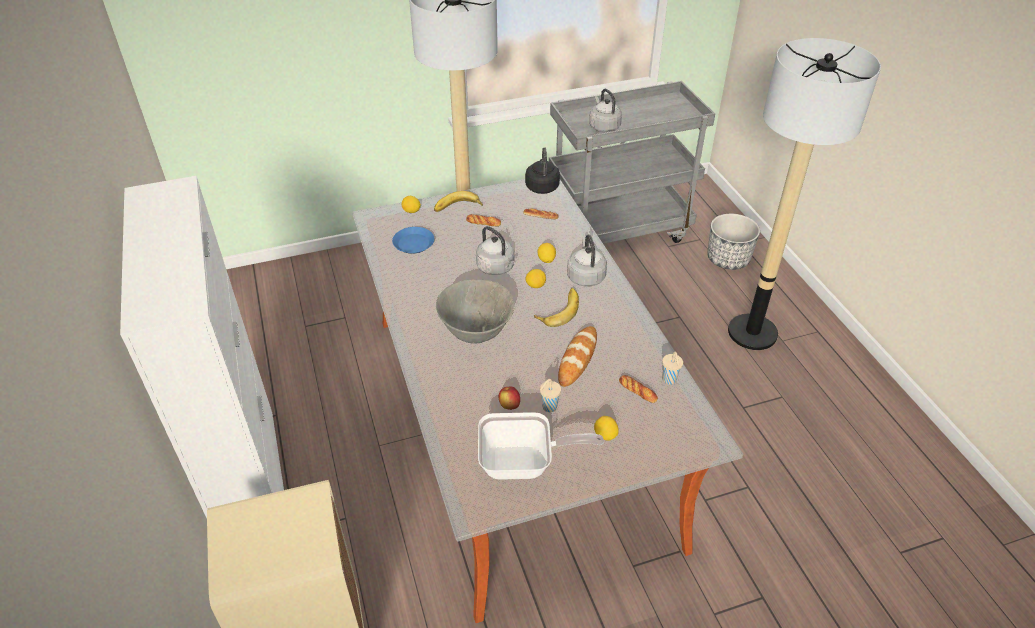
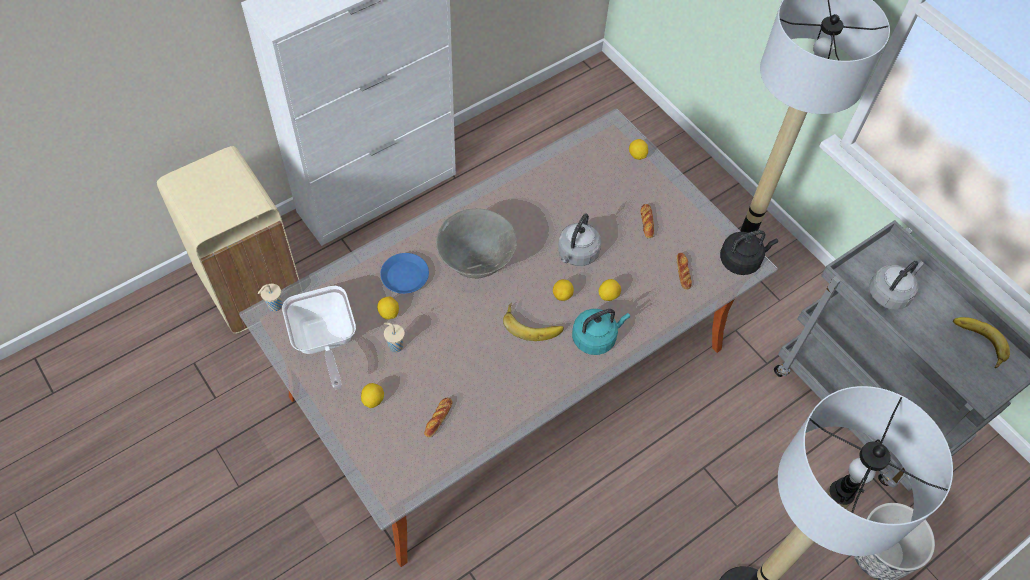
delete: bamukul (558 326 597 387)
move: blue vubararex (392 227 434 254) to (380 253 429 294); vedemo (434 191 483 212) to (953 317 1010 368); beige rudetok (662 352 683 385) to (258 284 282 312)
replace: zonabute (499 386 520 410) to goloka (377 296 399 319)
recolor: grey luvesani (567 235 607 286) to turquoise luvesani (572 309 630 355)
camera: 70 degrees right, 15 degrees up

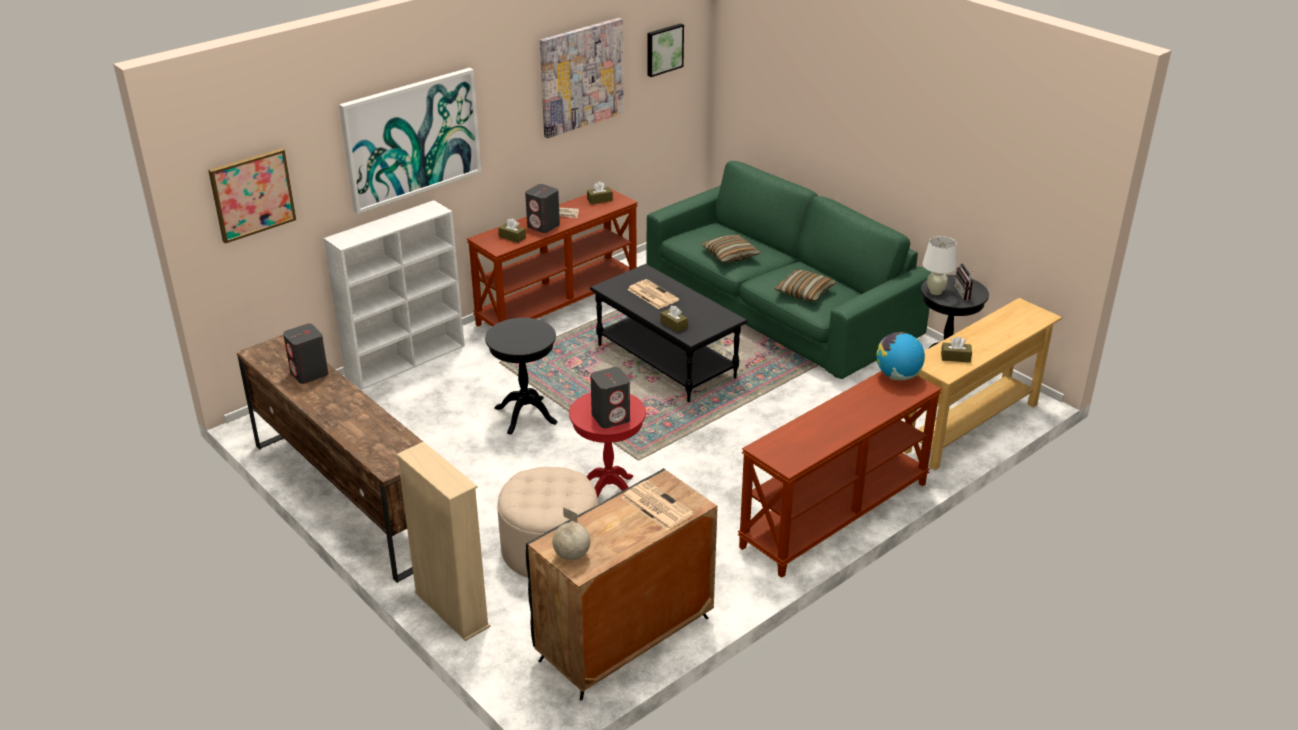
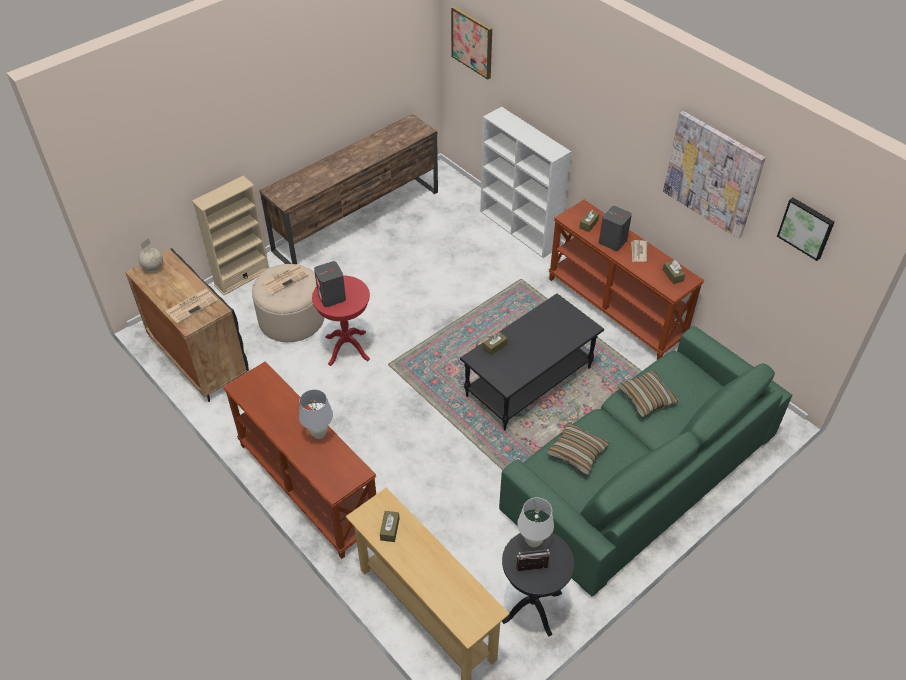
delete: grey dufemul (283 323 328 384); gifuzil (339 68 481 214); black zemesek (485 318 557 435); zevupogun (877 332 925 380)
insert: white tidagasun (299 389 333 439)
move: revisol (627 279 679 309) to (262 264 309 294)
camera: 90 degrees right, 15 degrees up

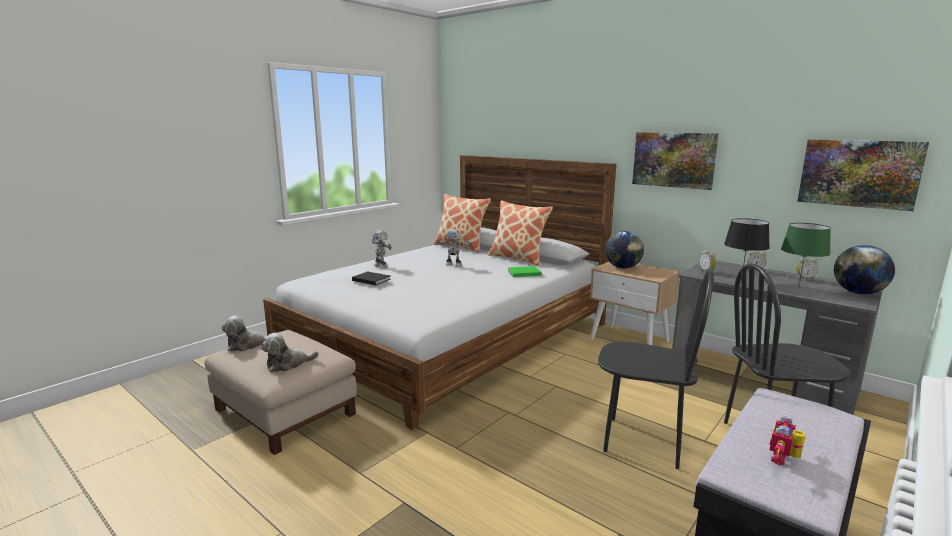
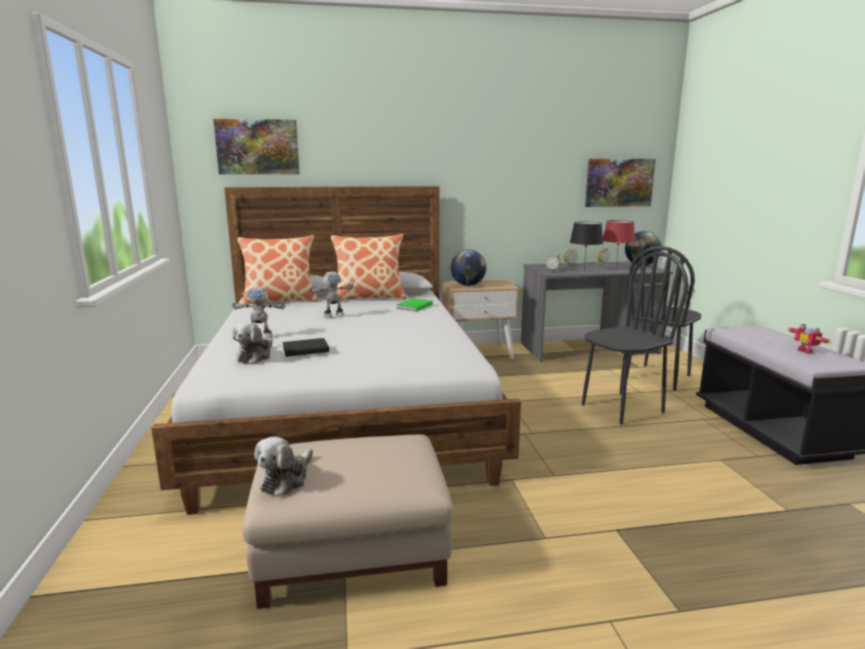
move: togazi (261 333 319 372) to (232 322 273 364); gifuzil (632 132 719 190) to (213 119 300 174)
recolor: green tidagasun (781 223 831 288) to red tidagasun (603 220 635 266)
camera: 50 degrees left, 0 degrees up

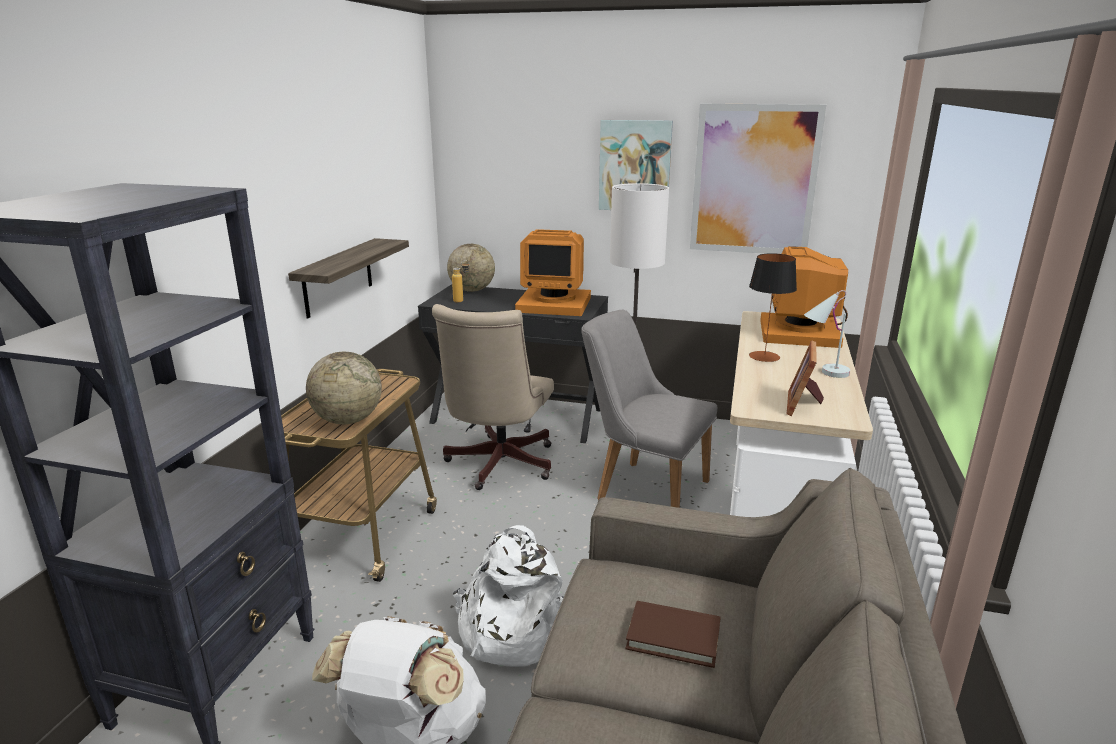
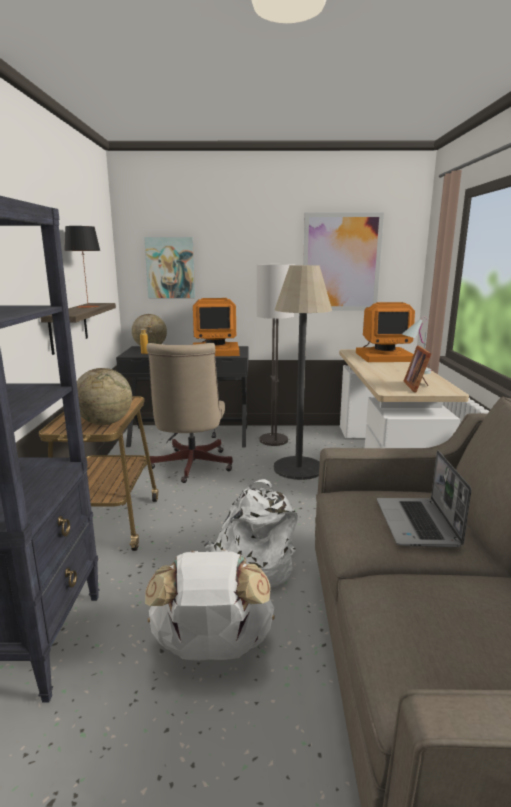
move: gifuzil (599 120 673 210) to (144 237 195 298); tidagasun (749 253 797 362) to (64 226 100 308)
replace: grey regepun (581 310 717 508) to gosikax (274 265 332 480); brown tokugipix (625 601 721 668) to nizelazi (377 450 471 547)
rotate: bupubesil (760 246 848 348) = (356 302 415 362) 90 degrees counterclockwise
camera: 15 degrees left, 5 degrees down

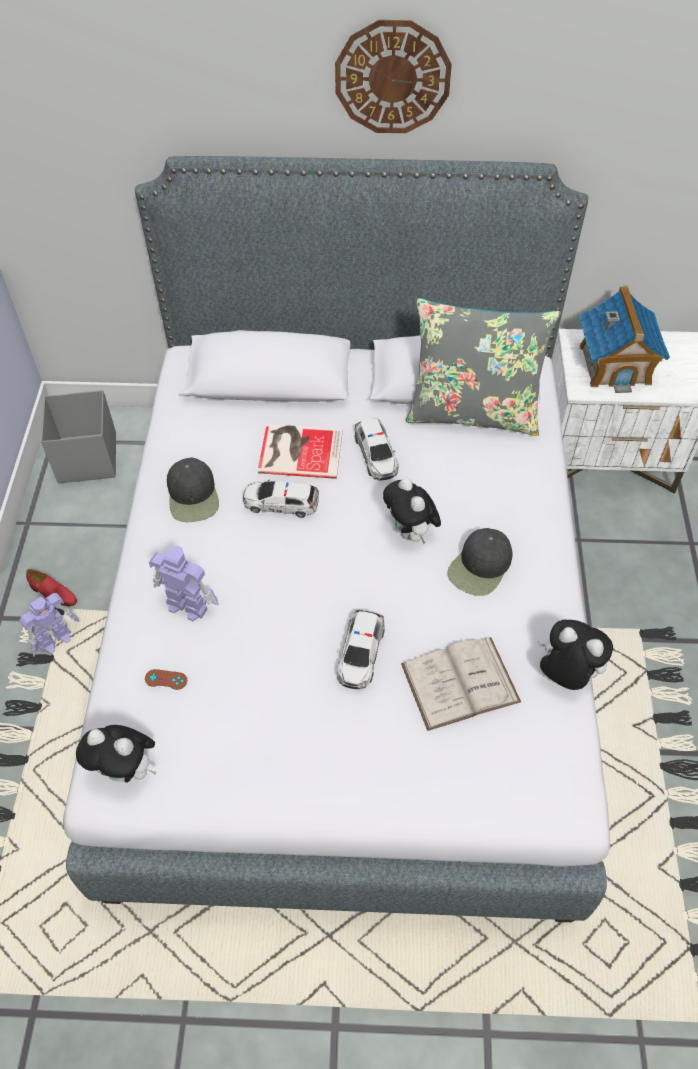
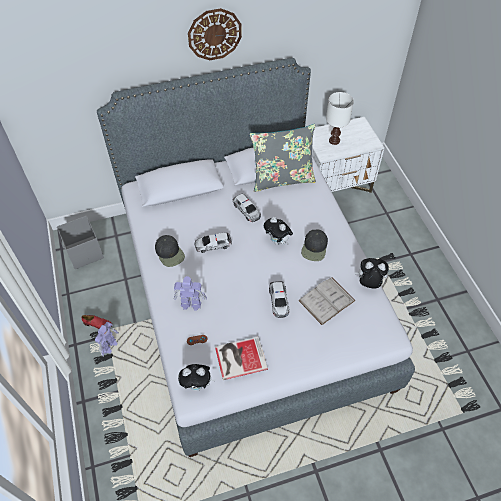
move: tokugipix (258 424 343 479) to (215 336 268 380)
replace: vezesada (579 286 670 393) to white tidagasun (326 92 354 145)
camera: 20 degrees left, 0 degrees up

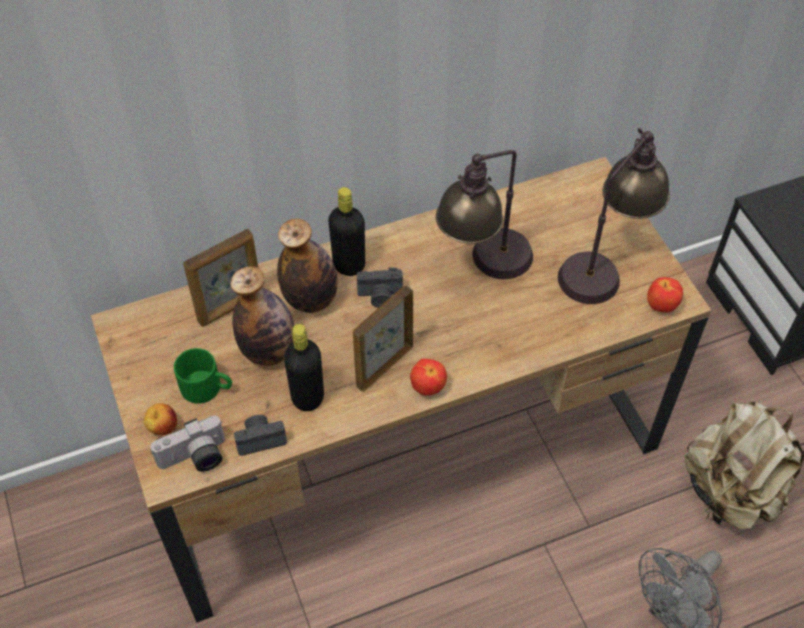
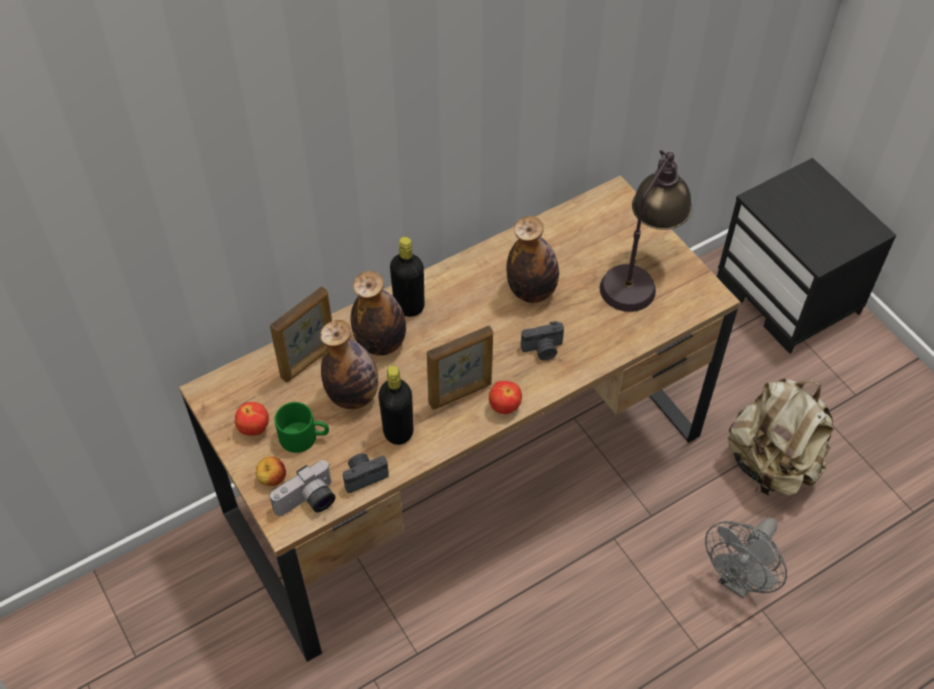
move: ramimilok (357 267 403 308) to (521 321 564 360); zonabute (647 277 683 312) to (235 402 269 436)
replace: tidagasun (436 150 533 279) to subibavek (506 216 559 303)
rotate: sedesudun (353 286 413 392) = (427 325 493 409) 150 degrees counterclockwise
camera: 10 degrees left, 0 degrees up

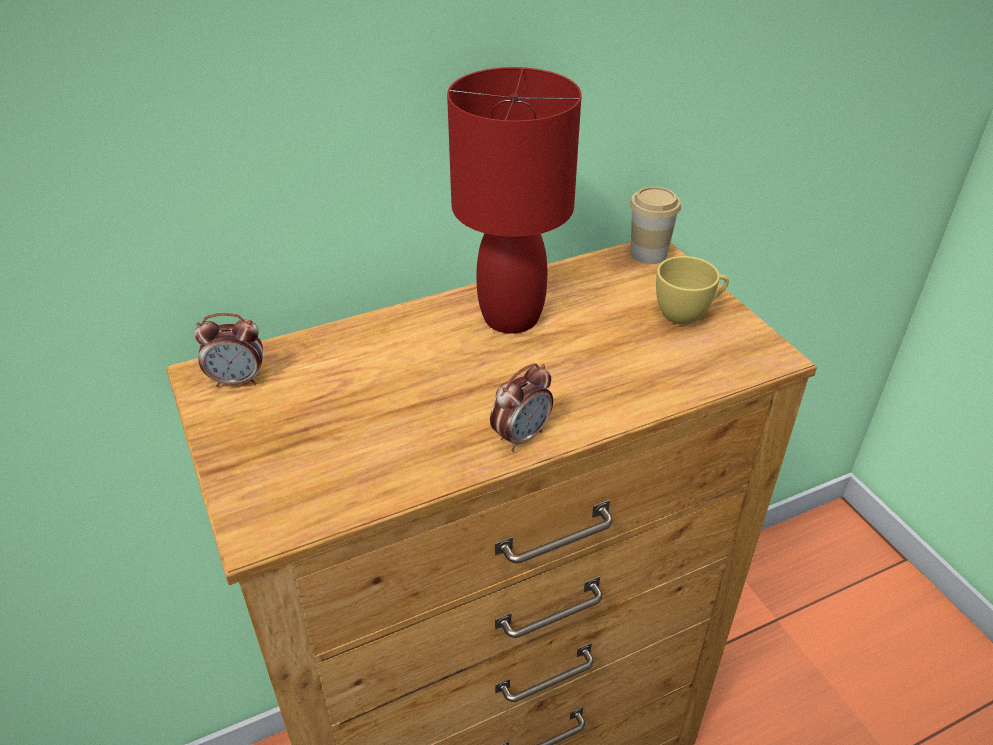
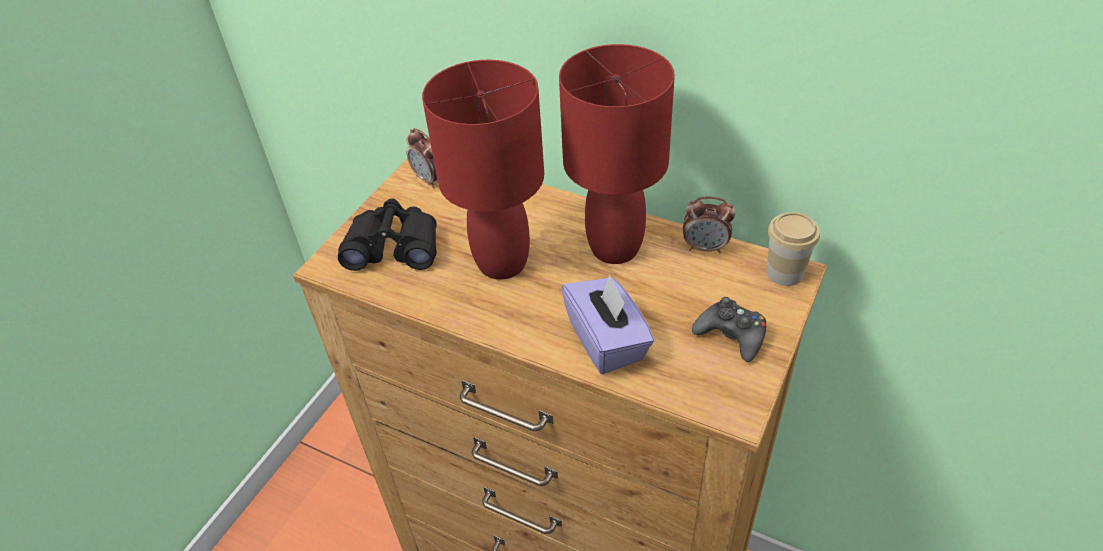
insert: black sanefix (338 198 437 271); red tidagasun (422 60 544 280); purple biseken (562 275 655 374)
move: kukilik (490 363 553 451) to (683 196 736 253)
replace: yellow rudetok (656 256 729 325) to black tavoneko (692 297 766 362)
camera: 55 degrees right, 5 degrees up

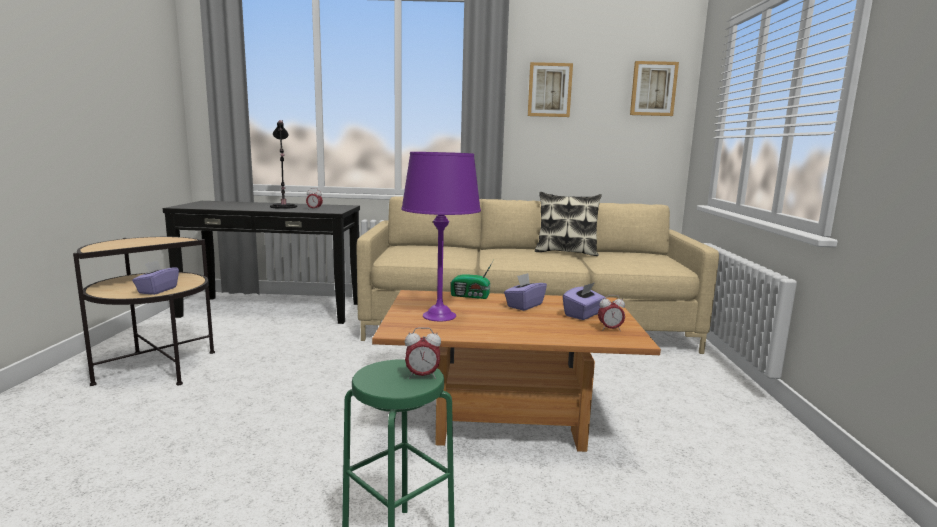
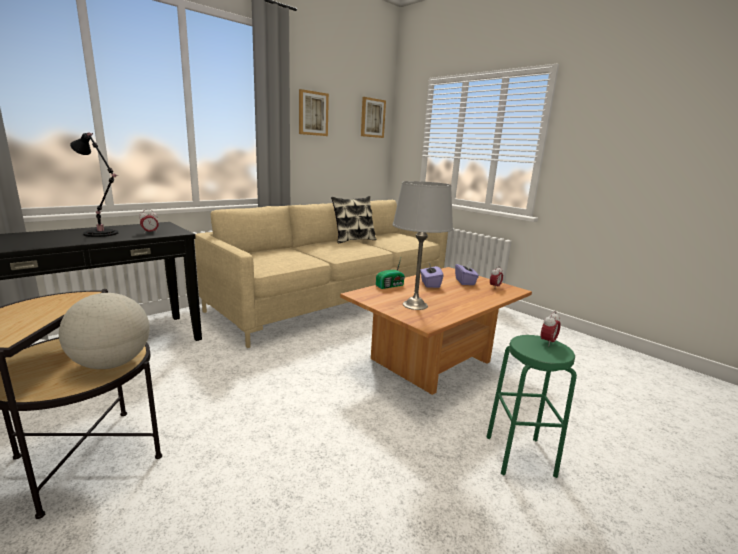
replace: purple biseken (132 260 179 295) to zevupogun (59 293 150 369)
recolor: purple tidagasun (401 152 481 321) to grey tidagasun (393 181 453 310)
camera: 45 degrees left, 5 degrees up

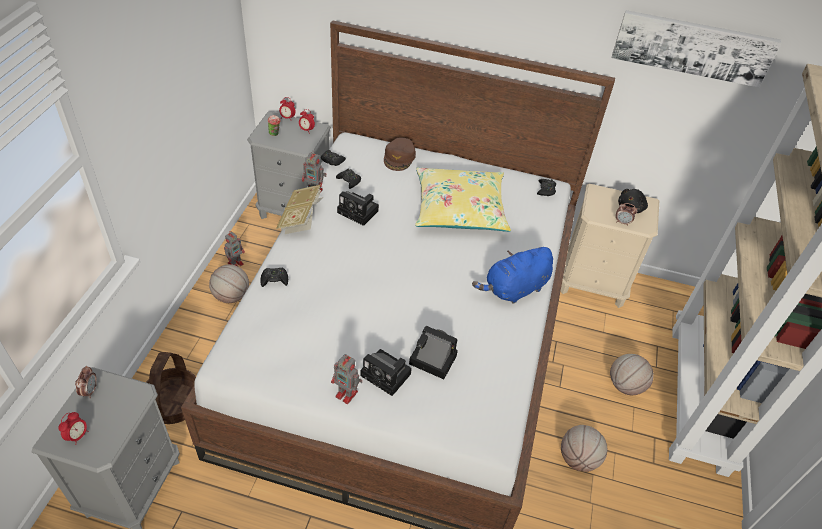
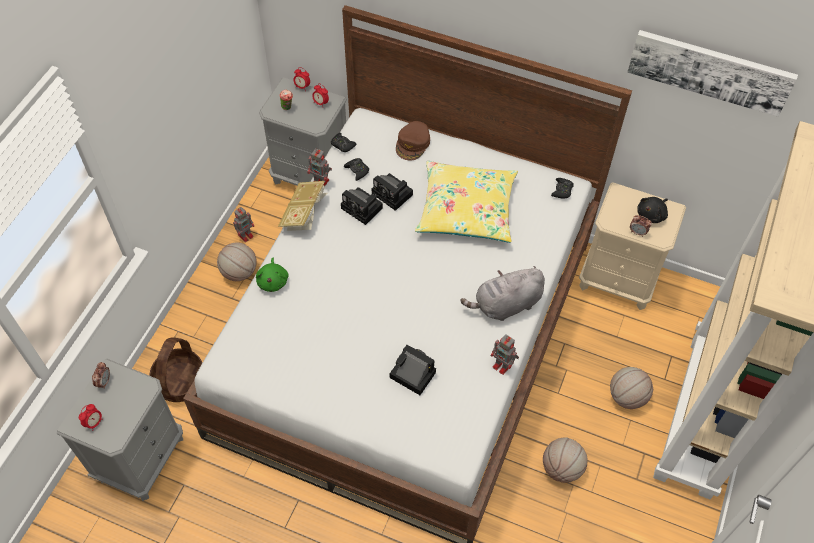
move: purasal (331 354 362 404) to (490 334 519 375); ramimilok (361 349 412 396) to (372 173 413 211)
replace: black tavoneko (260 268 288 287) to green togazi (256 257 288 292)
recolor: blue togazi (472 247 553 303) to grey togazi (460 266 545 321)
camera: 10 degrees right, 10 degrees up

